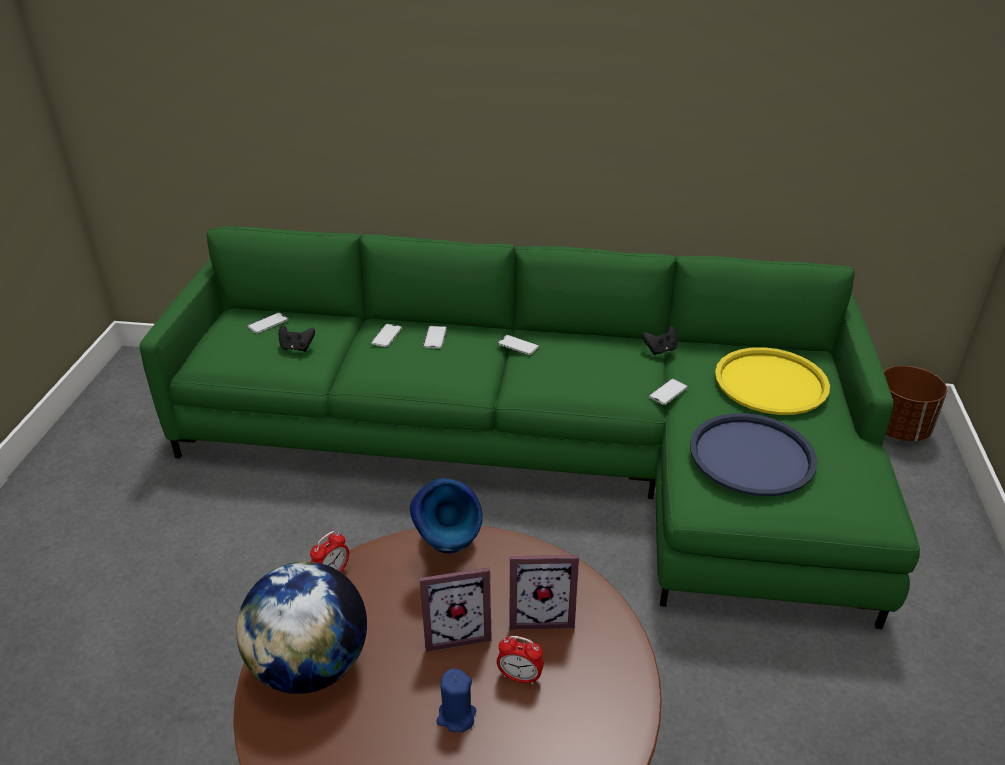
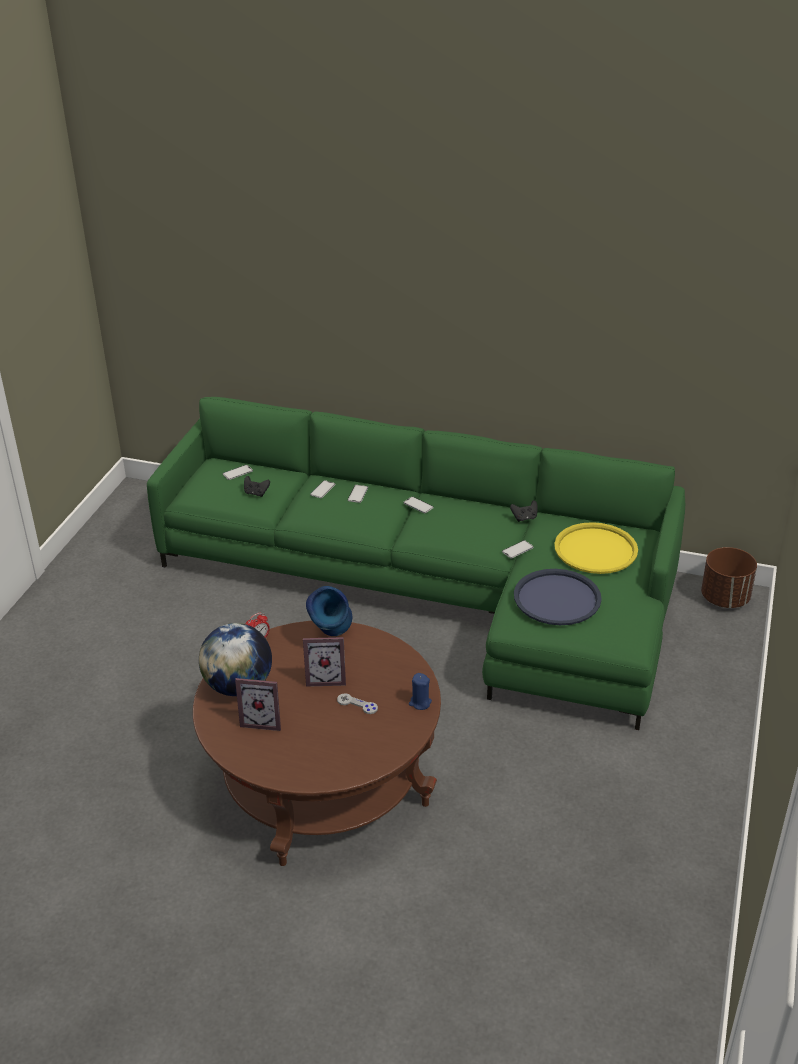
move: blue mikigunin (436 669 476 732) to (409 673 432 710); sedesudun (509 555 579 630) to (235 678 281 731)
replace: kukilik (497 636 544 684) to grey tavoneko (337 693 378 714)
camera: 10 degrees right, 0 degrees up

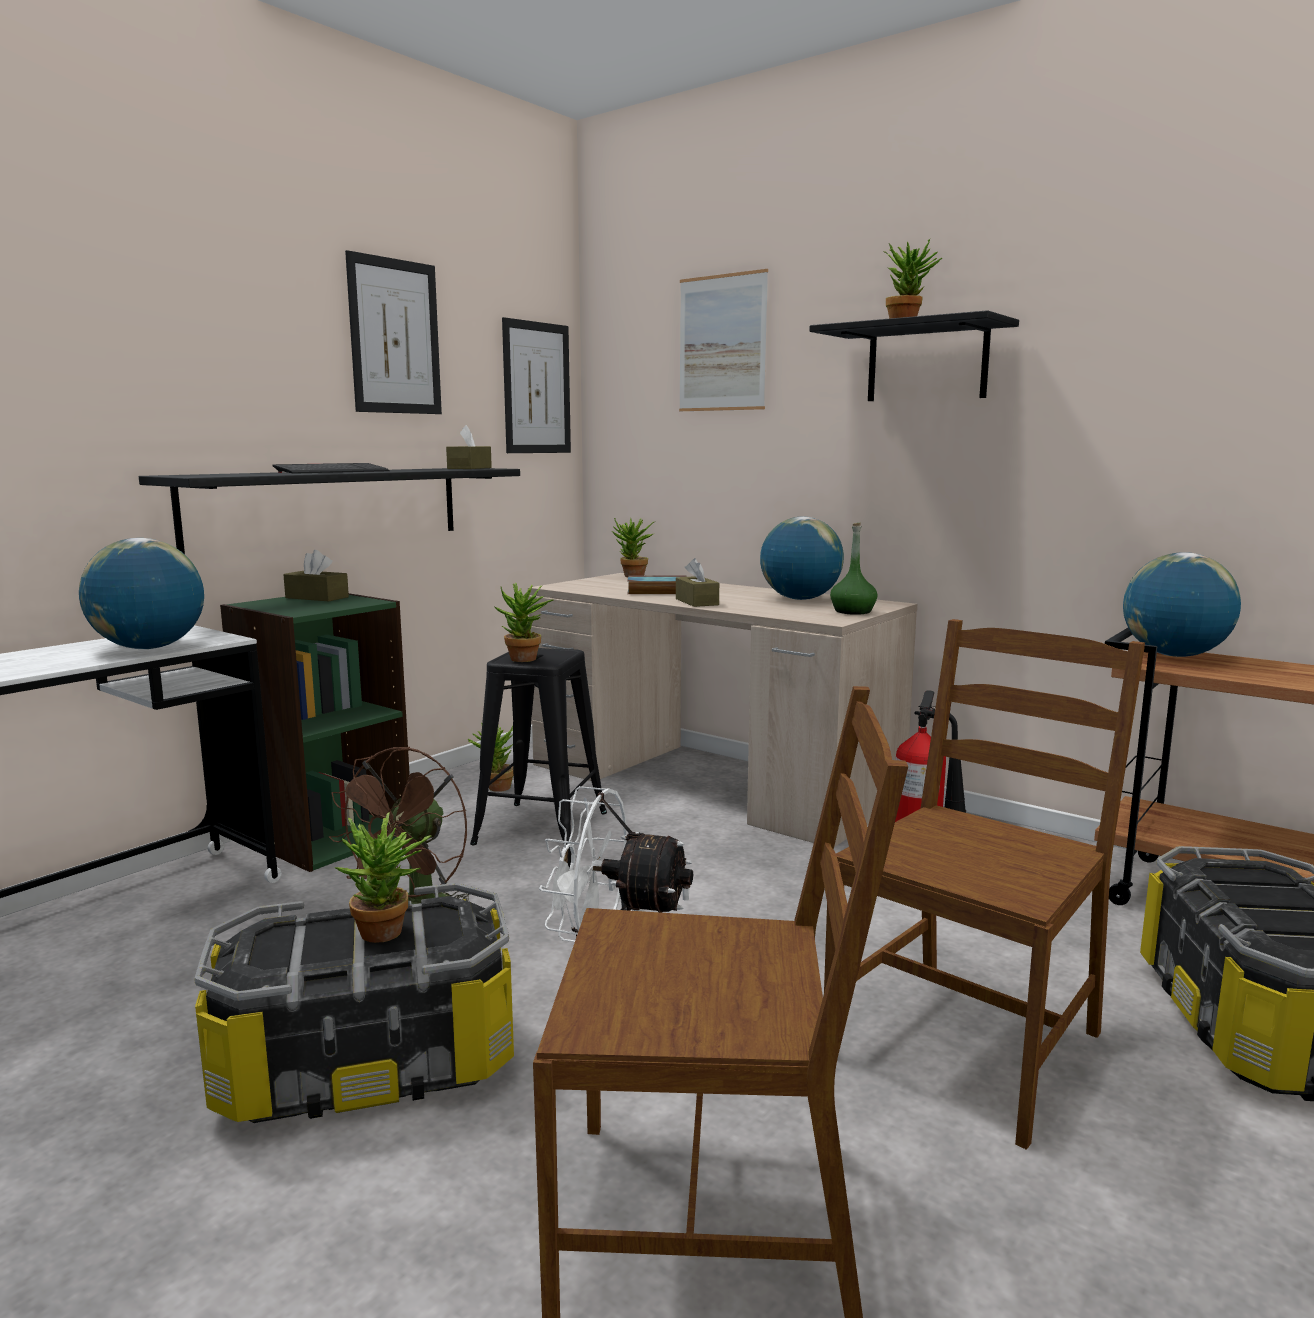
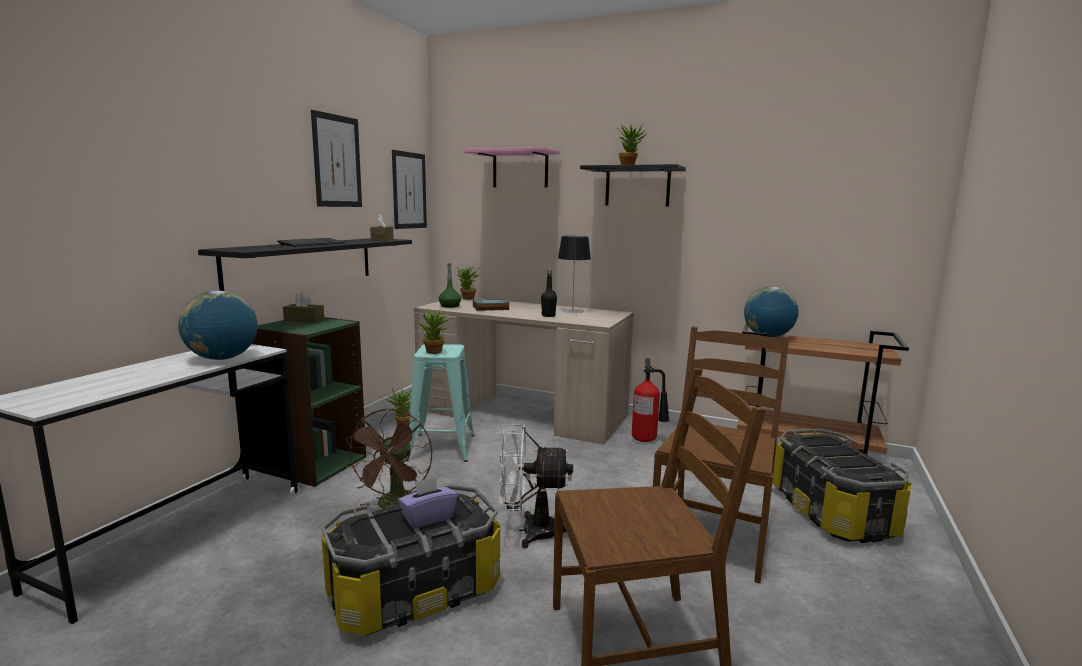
delete: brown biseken (676 558 719 607)
insert: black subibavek (541 269 557 317)
move: green subibavek (830 523 877 615) to (439 263 461 308)
replace: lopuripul (334 812 432 943) to purple biseken (398 477 458 529); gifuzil (679 269 768 411) to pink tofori (462 147 561 188); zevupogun (760 517 844 600) to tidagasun (558 236 591 313)
recolor: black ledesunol (470 648 607 845) to turquoise ledesunol (405 344 475 462)
camera: 15 degrees left, 0 degrees up

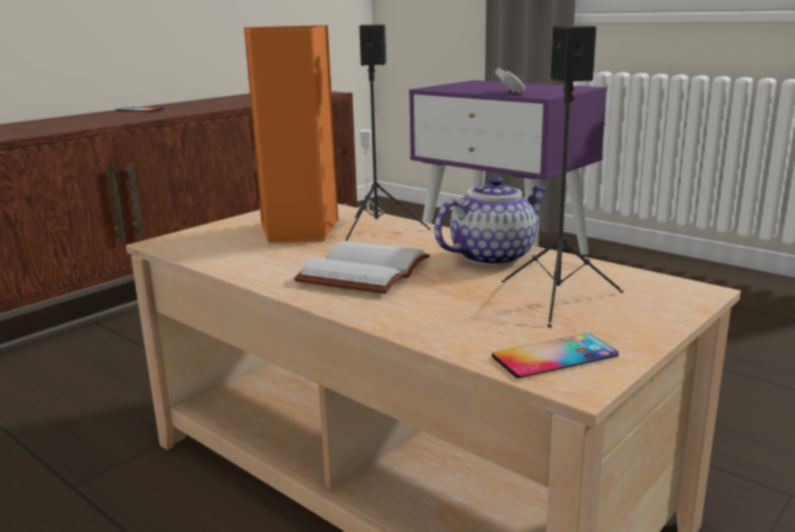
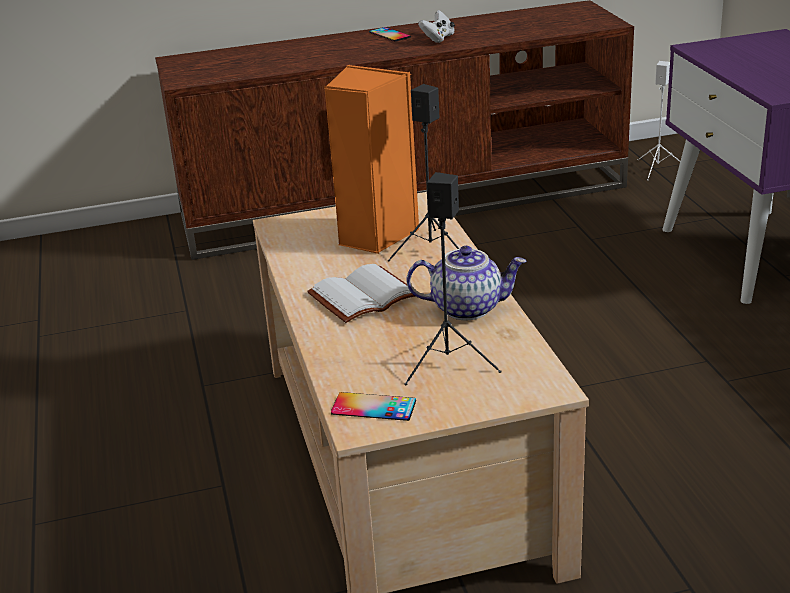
move: white tavoneko (495 68 525 94) to (418 10 455 43)
camera: 35 degrees right, 10 degrees up

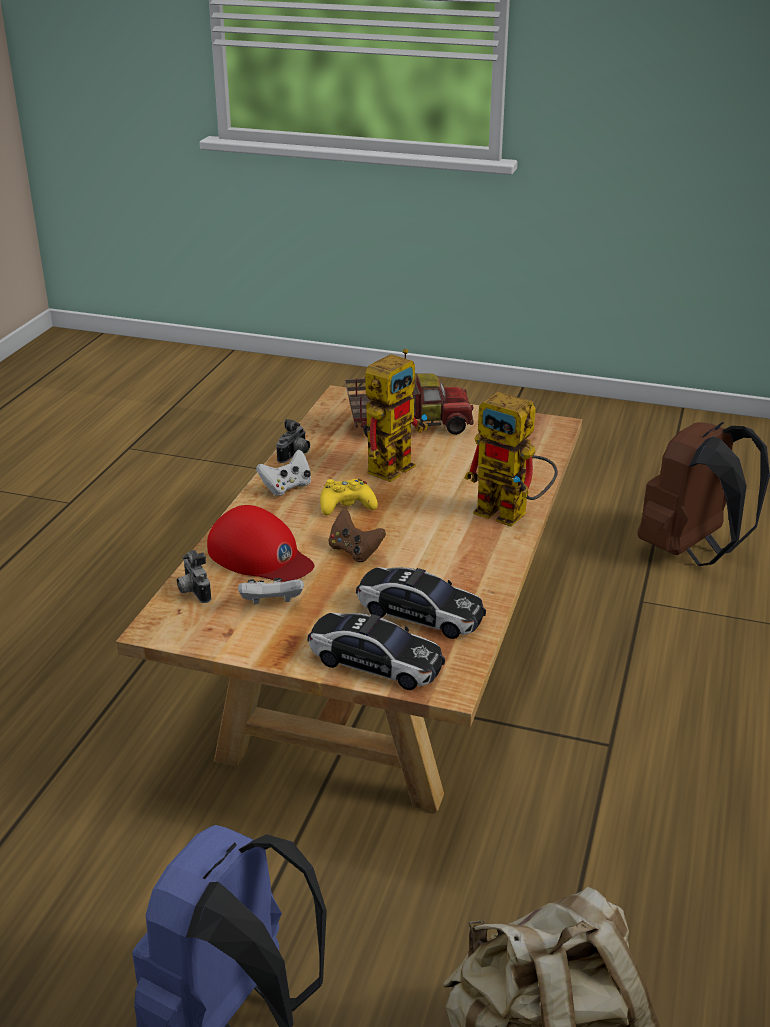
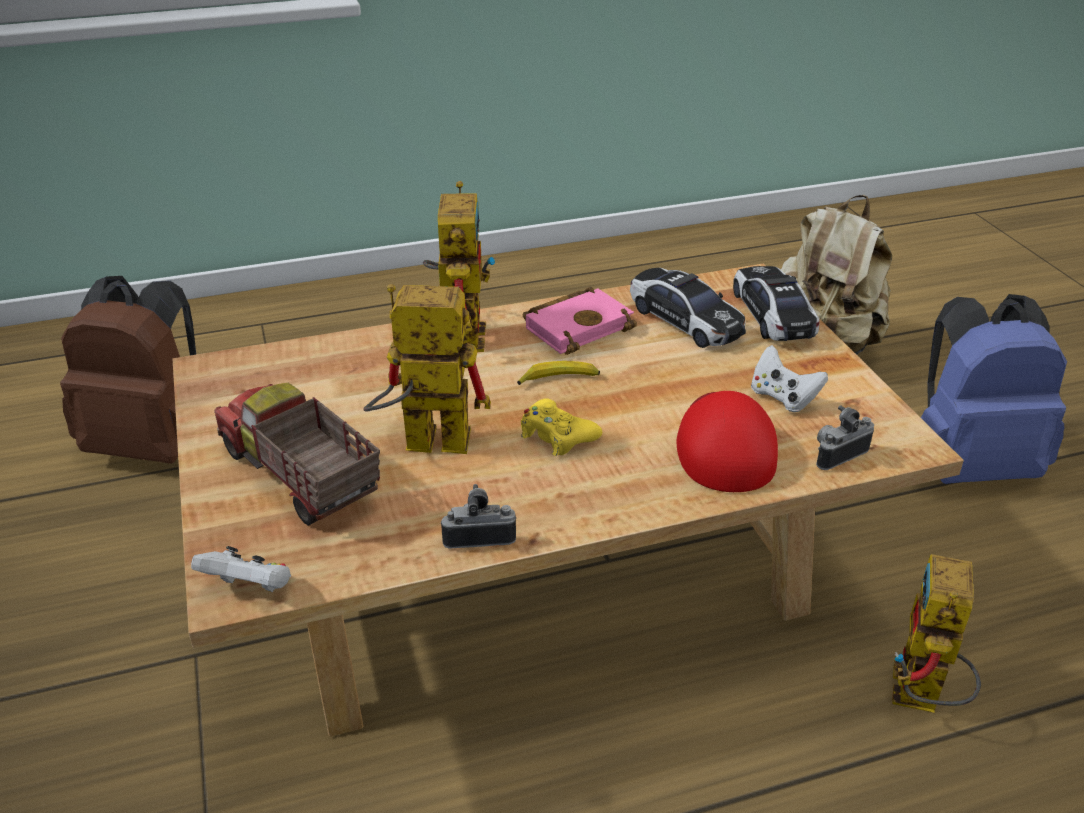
delete: brown tavoneko (329 509 386 562)
insert: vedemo (517 361 600 385); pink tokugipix (523 287 637 355); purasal (892 554 981 713)
move: white tavoneko (256 449 311 496) to (191 546 291 592)
rotate: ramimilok (177 550 212 603) = (816 405 874 470) 150 degrees counterclockwise; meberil (356 567 486 639) = (630 268 746 348) 150 degrees clockwise
camera: 125 degrees left, 5 degrees up

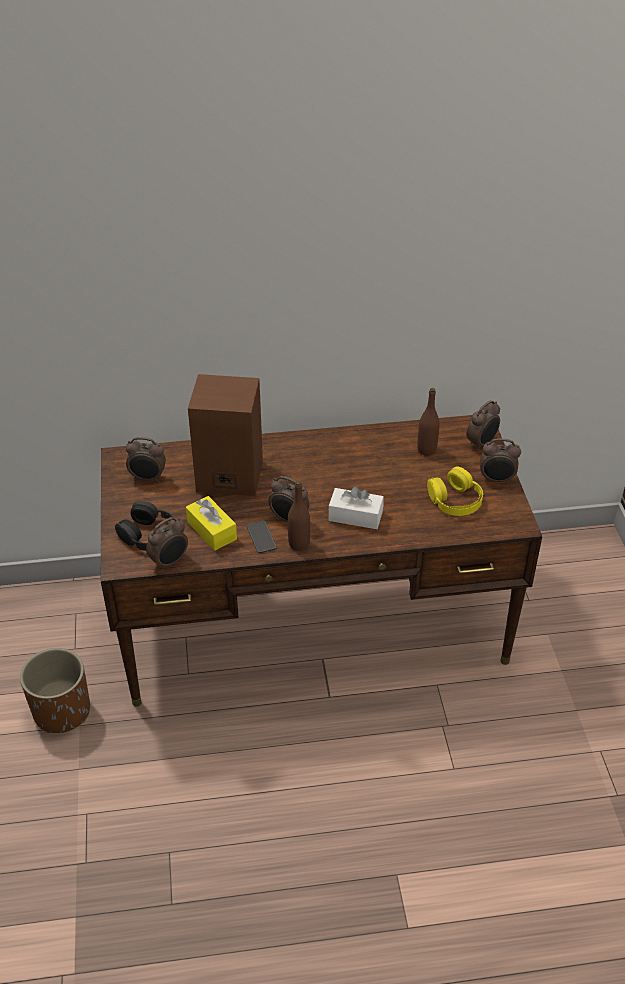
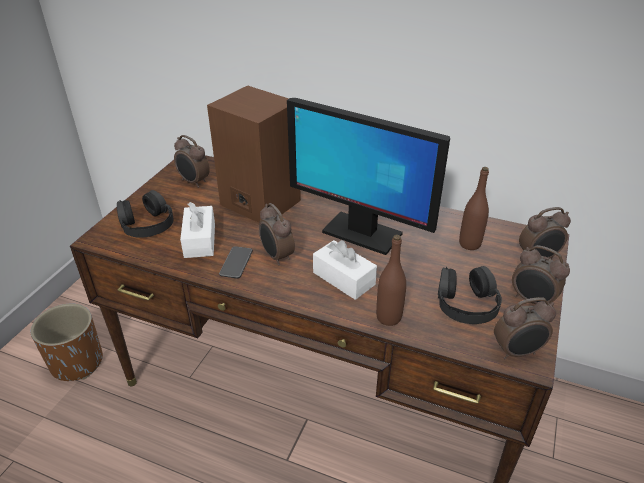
insert: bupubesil (287 98 450 255)
move: kukilik (146 517 188 571) to (494 297 556 359); brown subibavek (288 481 310 551) to (376 235 406 326)
recolor: yellow biseken (186 496 237 551) to white biseken (180 202 215 258); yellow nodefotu (427 467 483 516) to black nodefotu (438 266 502 324)
camera: 30 degrees right, 5 degrees down

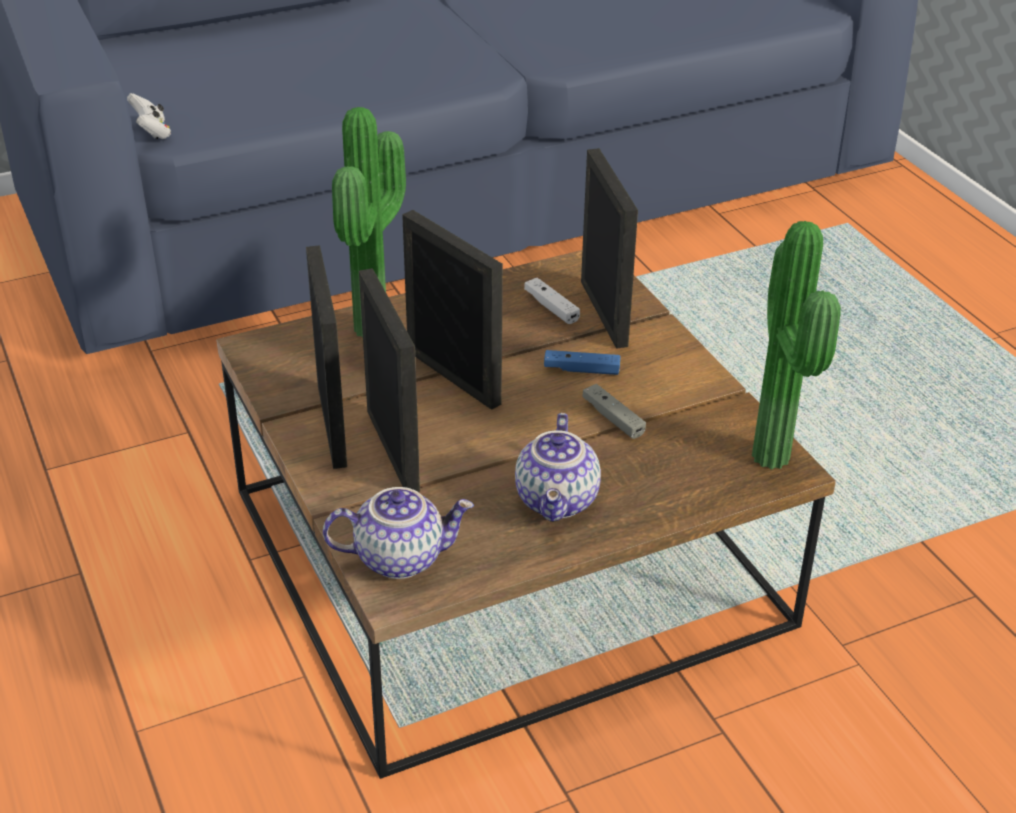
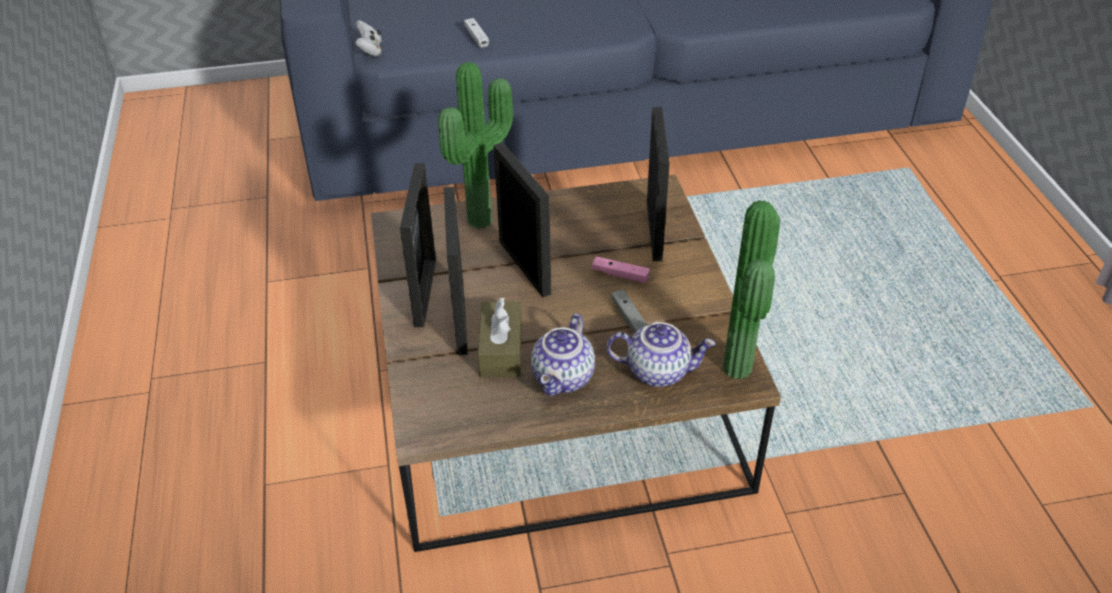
insert: brown biseken (477 298 522 377)
move: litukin (323 487 474 579) to (606 322 716 387); white tavoneko (524 278 580 324) to (464 18 489 48)
recolor: blue tavoneko (544 350 621 375) to pink tavoneko (592 256 650 283)
camera: 15 degrees right, 5 degrees up

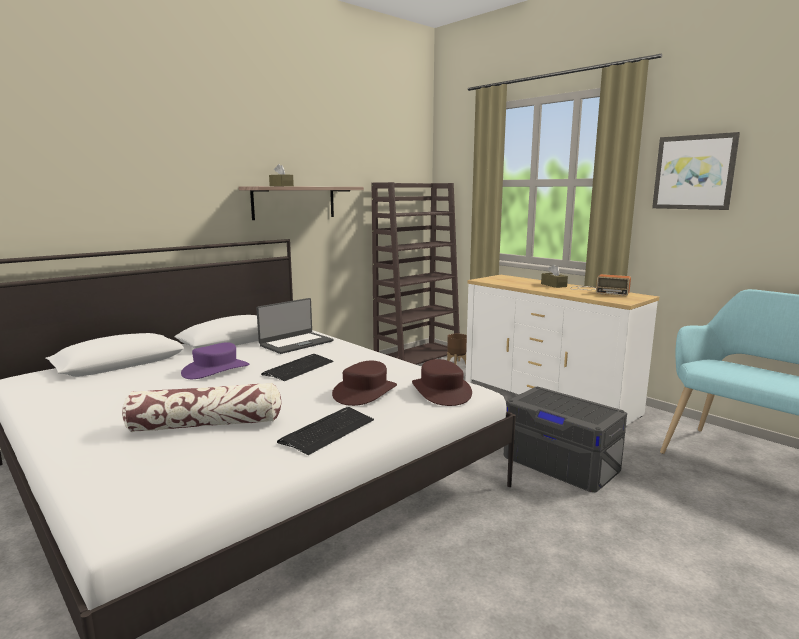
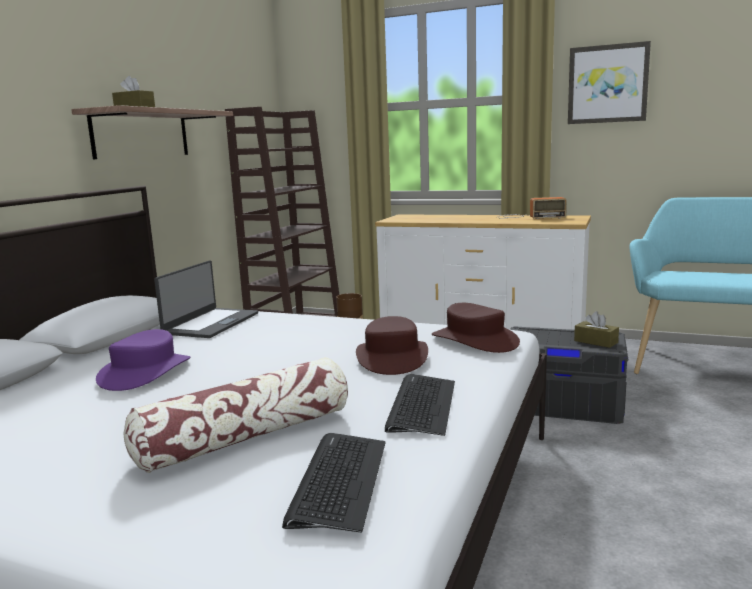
move: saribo (261 354 333 381) to (282 433 386 532); brown biseken (541 264 568 288) to (574 311 619 348)
camera: 25 degrees left, 0 degrees up

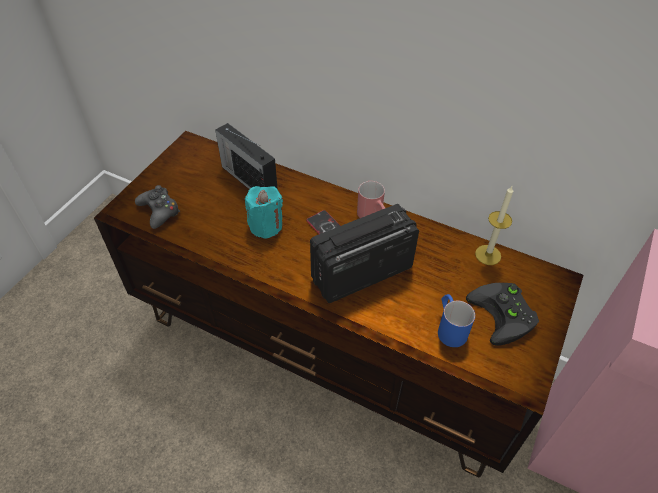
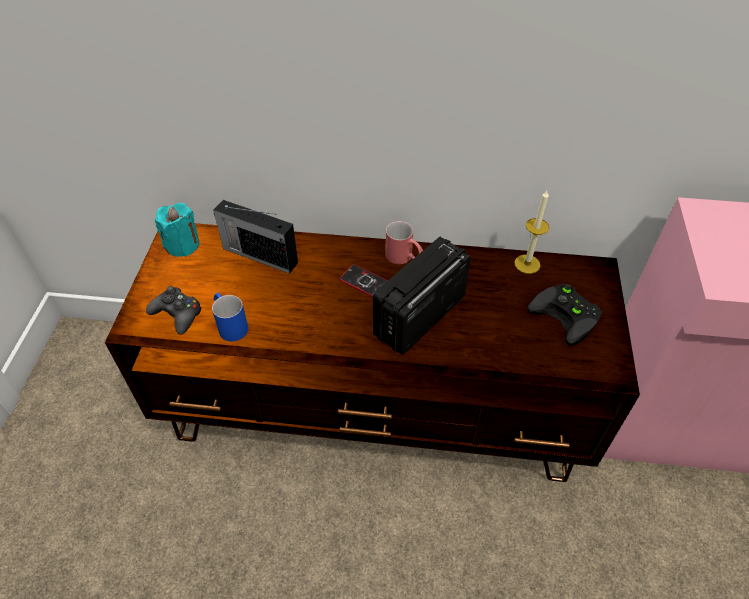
move: turquoise mikigunin (245 186 283 239) to (155 202 200 257); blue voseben (438 294 475 347) to (212 293 248 341)
camera: 20 degrees left, 0 degrees up

